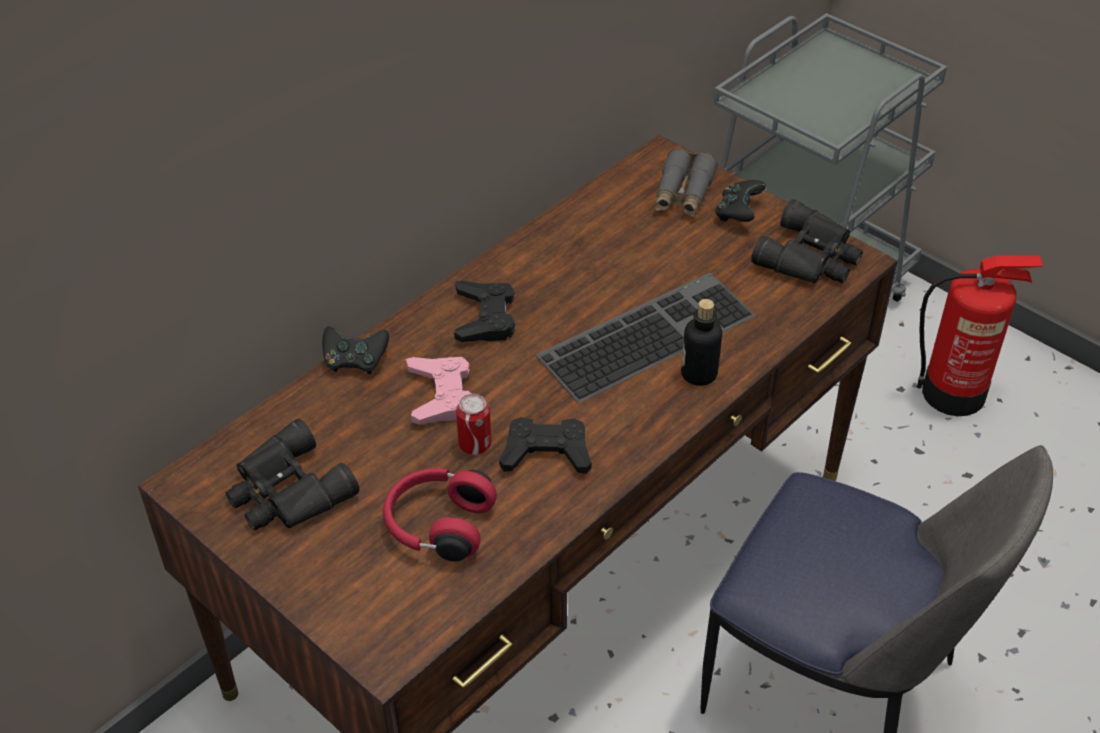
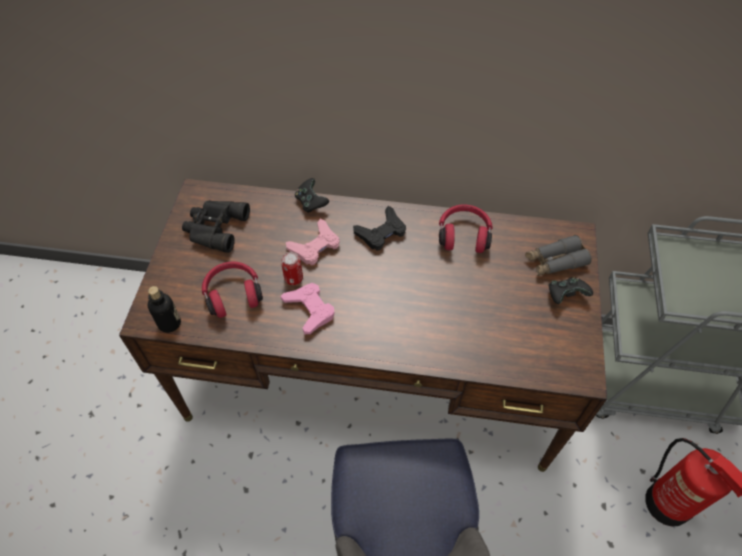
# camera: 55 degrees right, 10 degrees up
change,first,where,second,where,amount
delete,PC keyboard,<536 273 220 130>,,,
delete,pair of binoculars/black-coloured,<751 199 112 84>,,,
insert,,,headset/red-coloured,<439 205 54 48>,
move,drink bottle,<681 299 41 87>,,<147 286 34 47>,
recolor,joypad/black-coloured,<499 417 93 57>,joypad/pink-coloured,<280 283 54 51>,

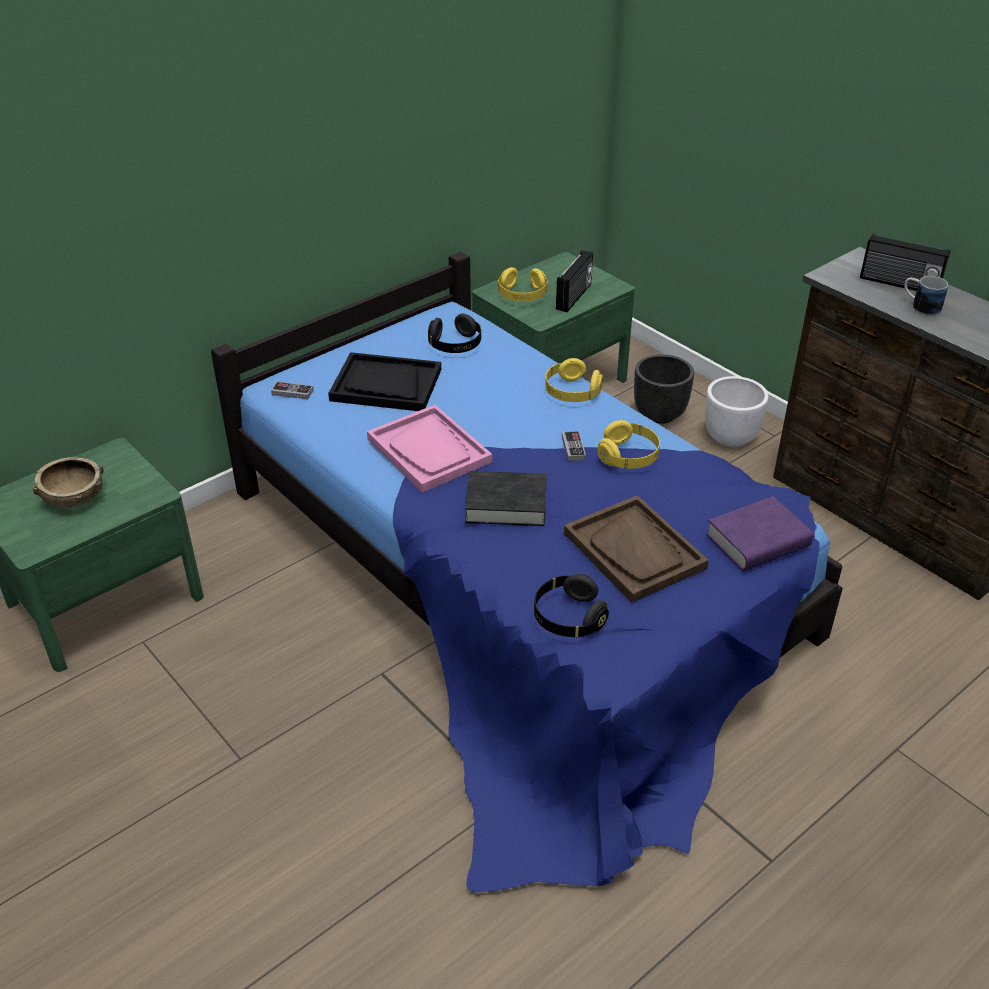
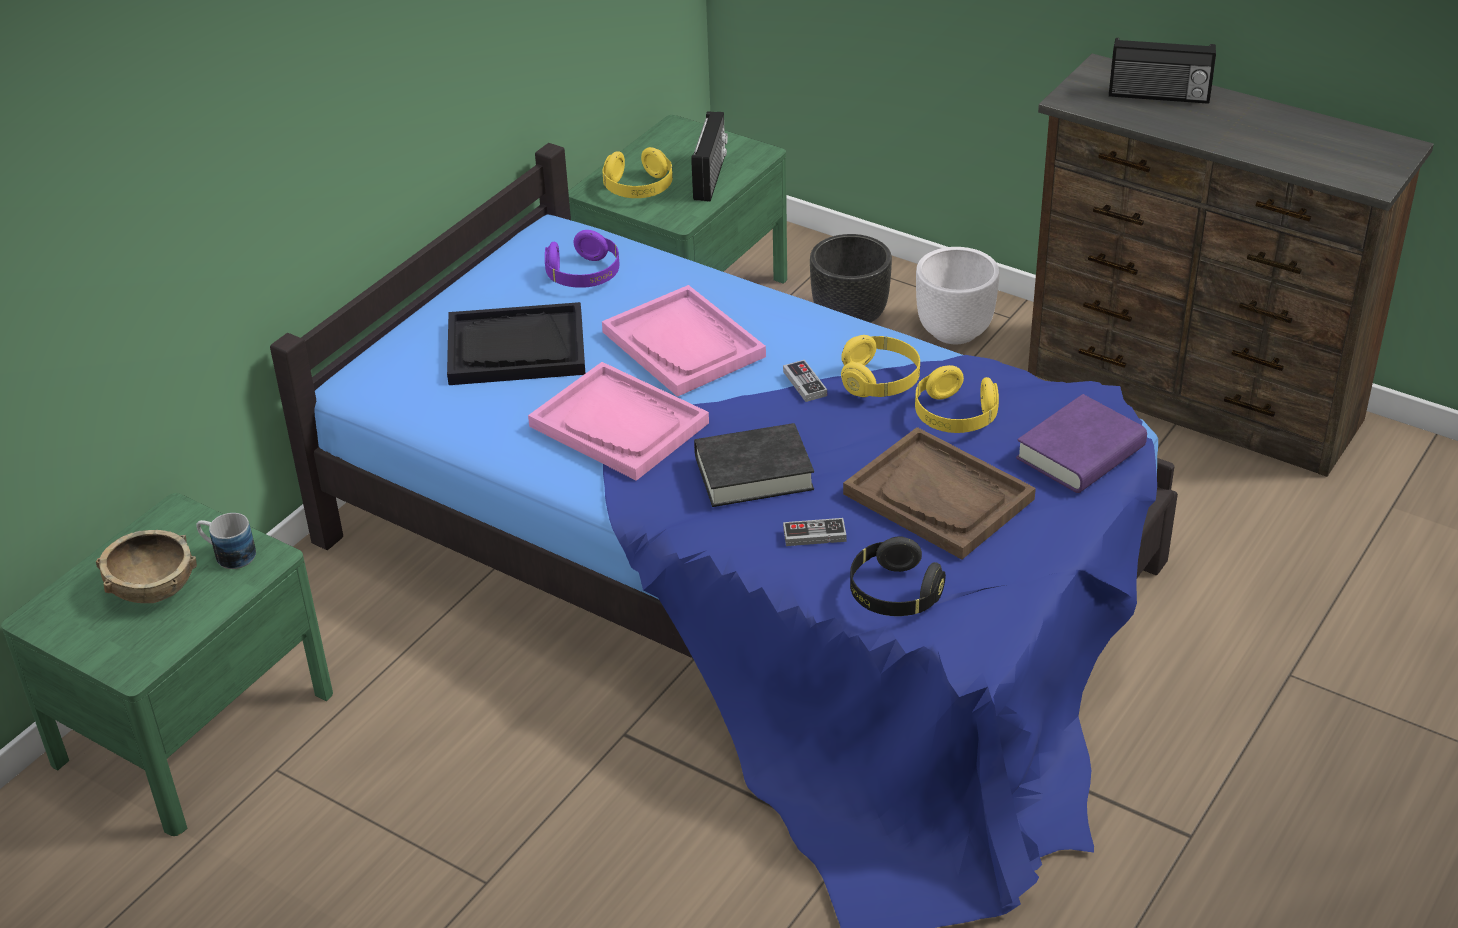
# camera: 15 degrees left, 0 degrees up
change,first,where,second,where,amount
insert,,,tray/pink-coloured,<602 285 164 112>,
move,joypad,<271 381 42 18>,,<783 518 64 28>,
move,headset/yellow-coloured,<545 358 58 44>,,<915 365 84 68>,
move,mug,<904 276 44 39>,,<196 513 60 56>,
recolor,headset/black-coloured,<428 314 53 39>,headset/purplish,<545 230 74 58>,

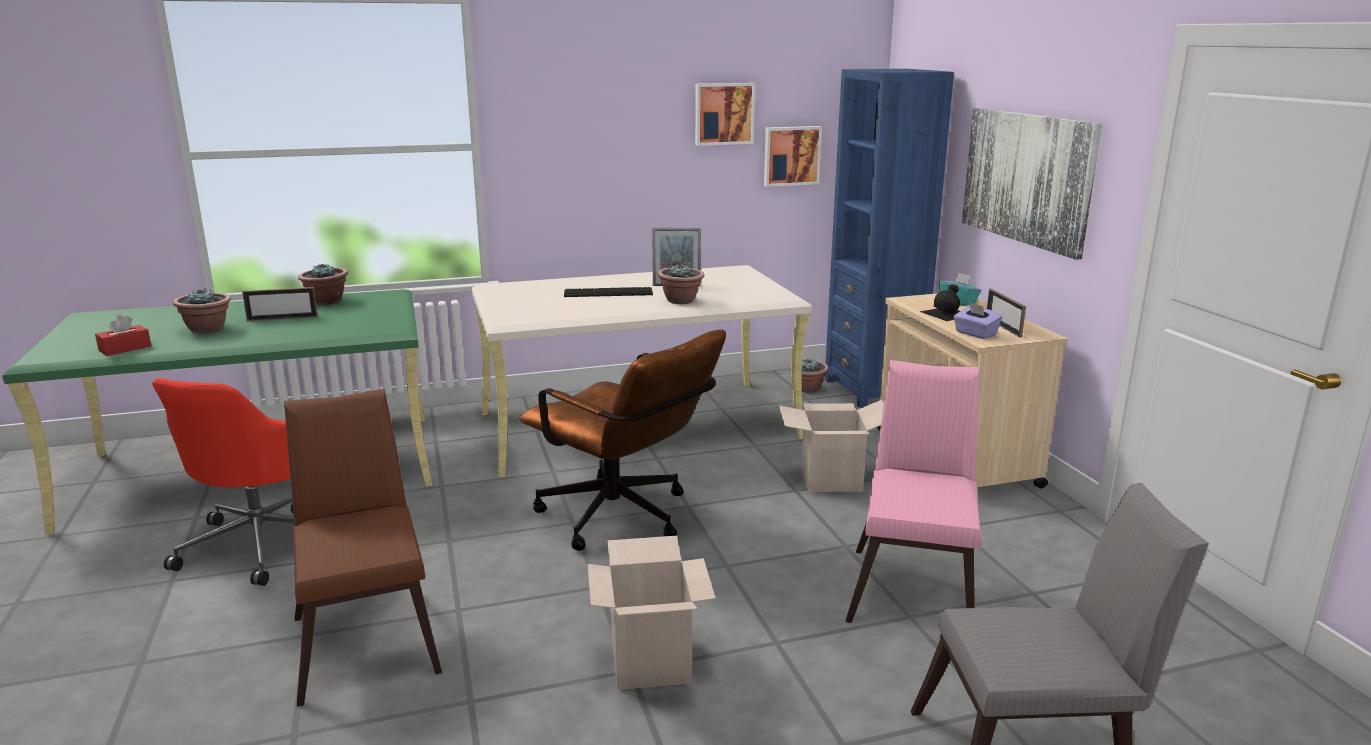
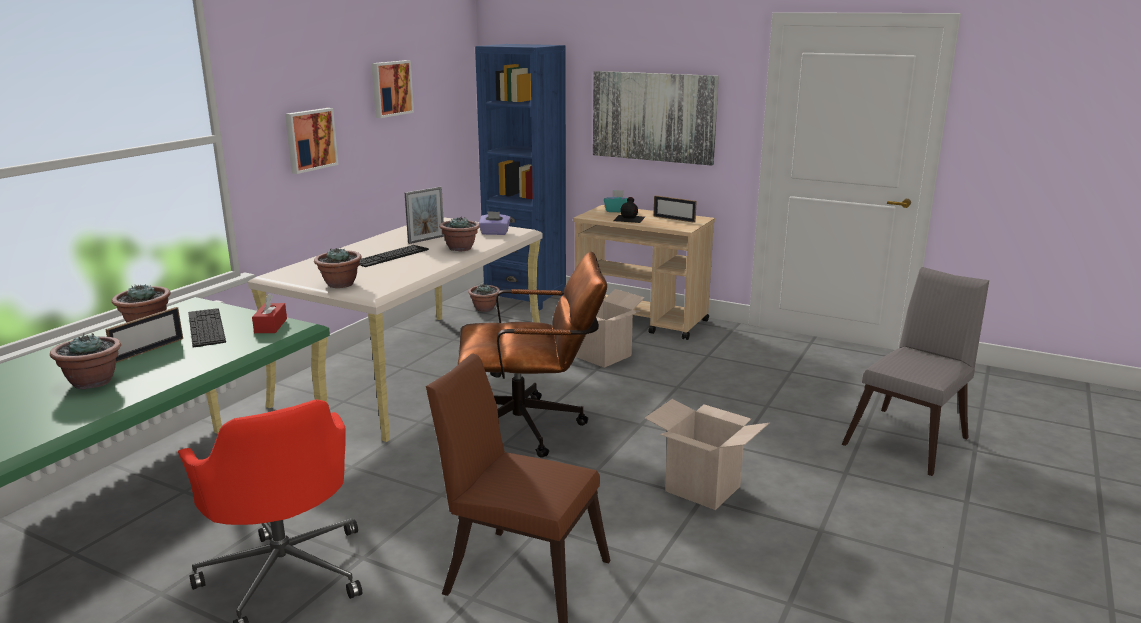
# camera: 45 degrees left, 0 degrees up
change,first,where,second,where,amount
delete,upright chair/pink-coloured,<846 360 135 263>,,,
insert,,,PC keyboard,<188 308 38 40>,
insert,,,potted plant,<314 248 48 40>,
move,tissue box/red-coloured,<95 315 56 41>,,<252 294 35 39>,
move,wall picture,<764 126 58 61>,,<285 108 54 66>,
move,tissue box/purplish,<953 302 49 37>,,<479 211 31 24>,

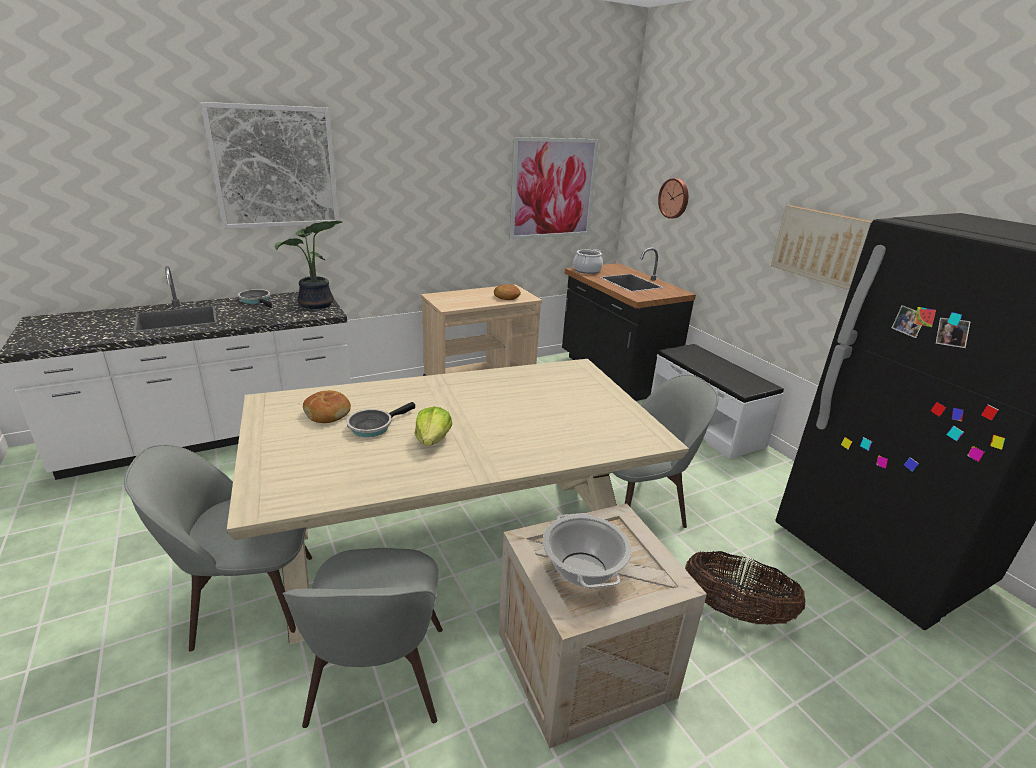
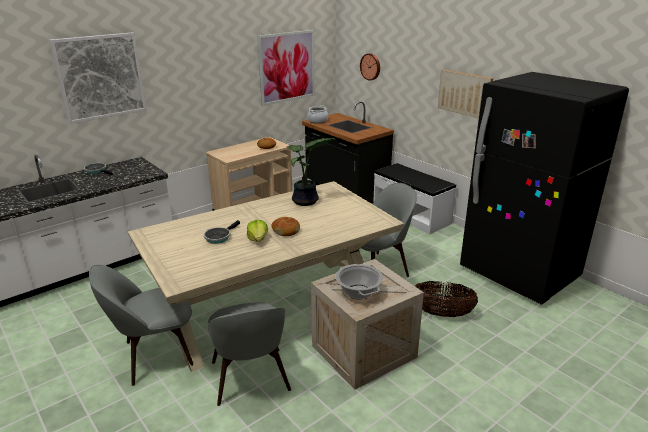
# camera: 10 degrees left, 0 degrees up
change,first,where,second,where,amount
move,potted plant,<275 221 67 88>,,<287 138 48 68>,
move,bread,<303 390 48 33>,,<271 217 29 19>,

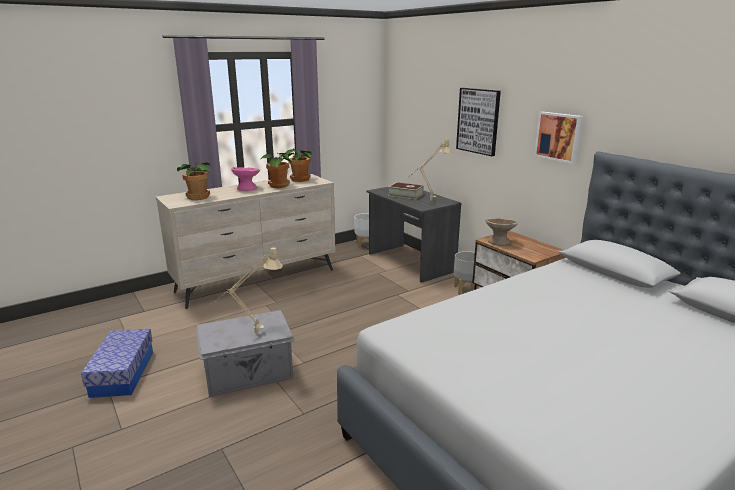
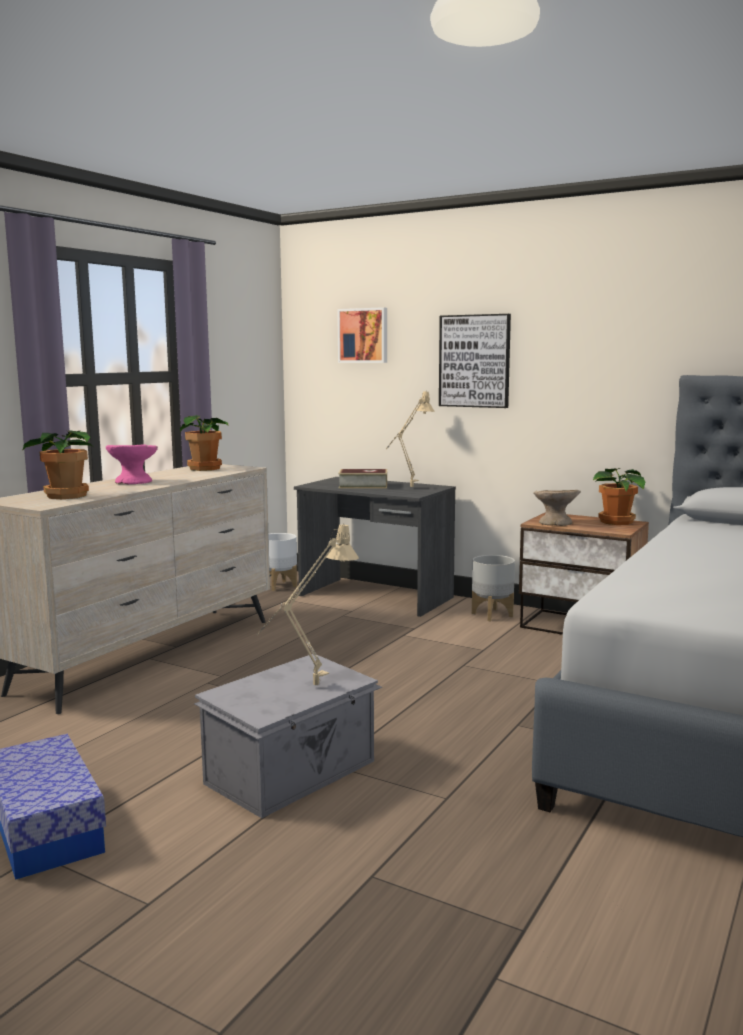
# camera: 25 degrees left, 10 degrees down
change,first,where,second,where,amount
move,potted plant,<262 153 29 35>,,<593 468 52 57>,
move,wall picture,<534 112 49 52>,,<337 307 50 56>,

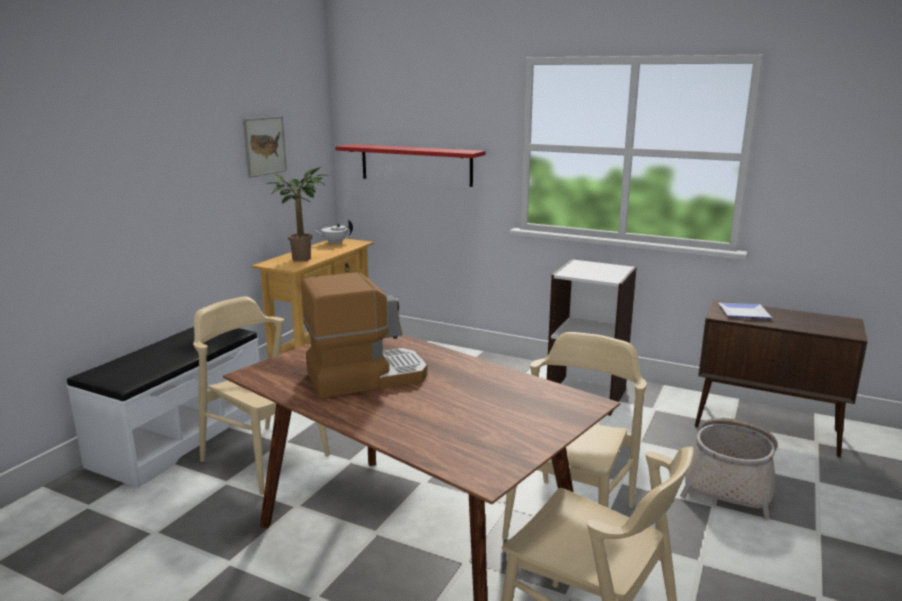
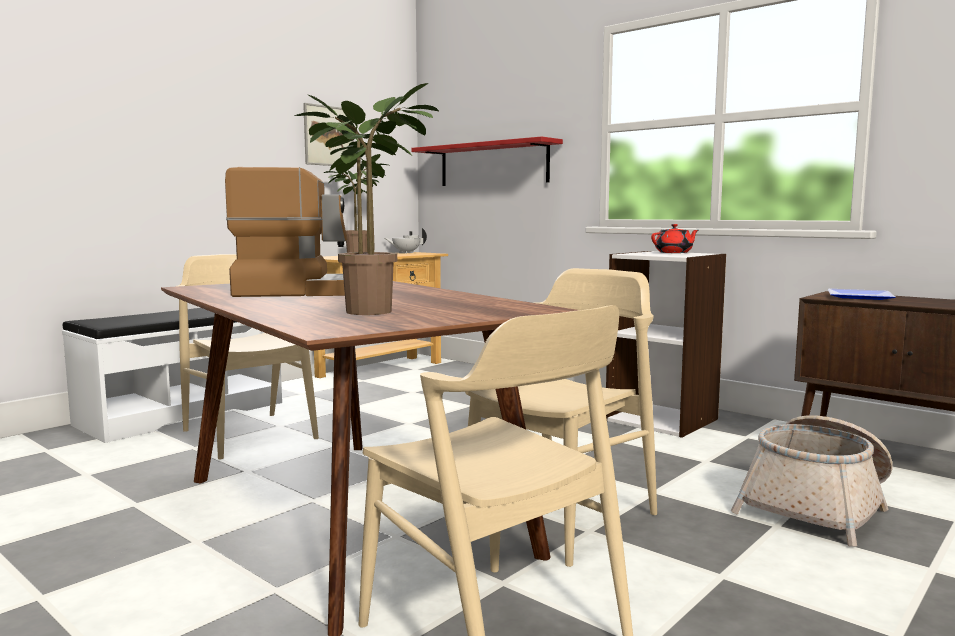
# camera: 15 degrees right, 10 degrees down
change,first,where,second,where,amount
insert,,,potted plant,<294 83 145 232>,
insert,,,teapot/red-coloured,<651 224 48 29>,

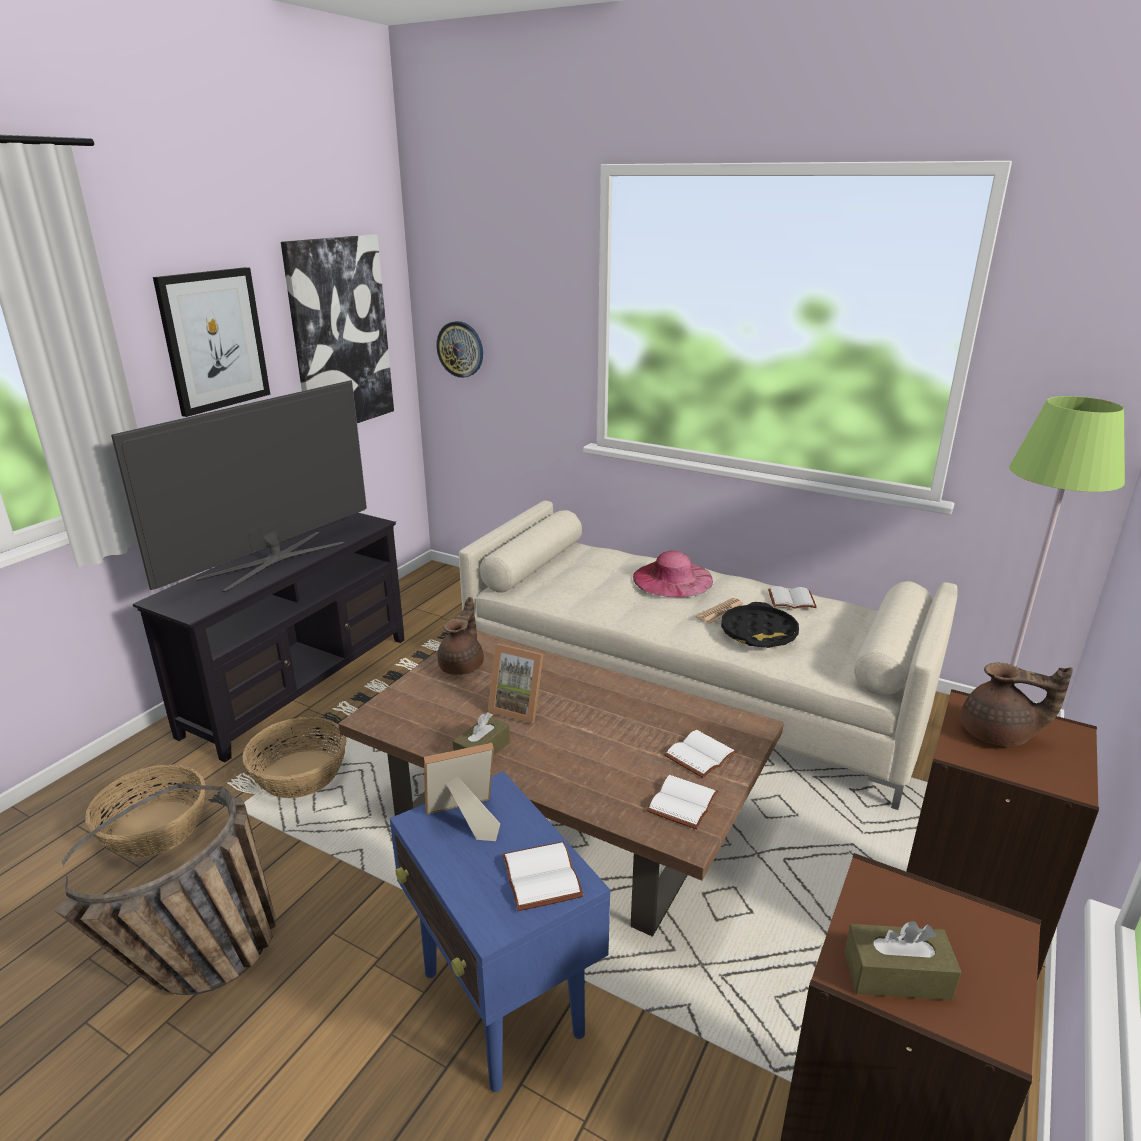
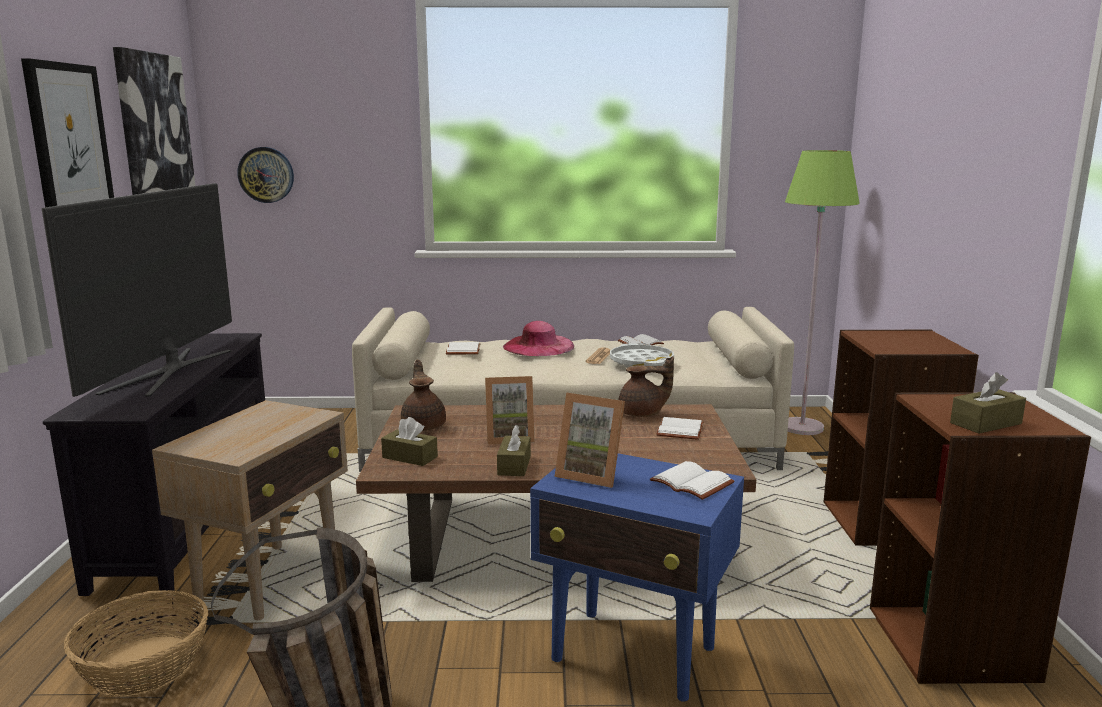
# camera: 30 degrees left, 10 degrees down
change,first,where,second,where,amount
insert,,,tissue box/brownish,<381 417 57 49>,
move,volume/white,<646 775 72 54>,,<446 342 34 12>,
move,teapot/brownish,<961 663 112 83>,,<619 356 55 61>,
replace,household basket,<243 717 104 81>,side table/beige-coloured,<152 400 196 220>,
recolor,tray/black-coloured,<721 602 78 46>,tray/white,<610 343 64 25>,
rotate,photo frame,<424 743 76 98>,,<554 393 71 95>,105 degrees counterclockwise

